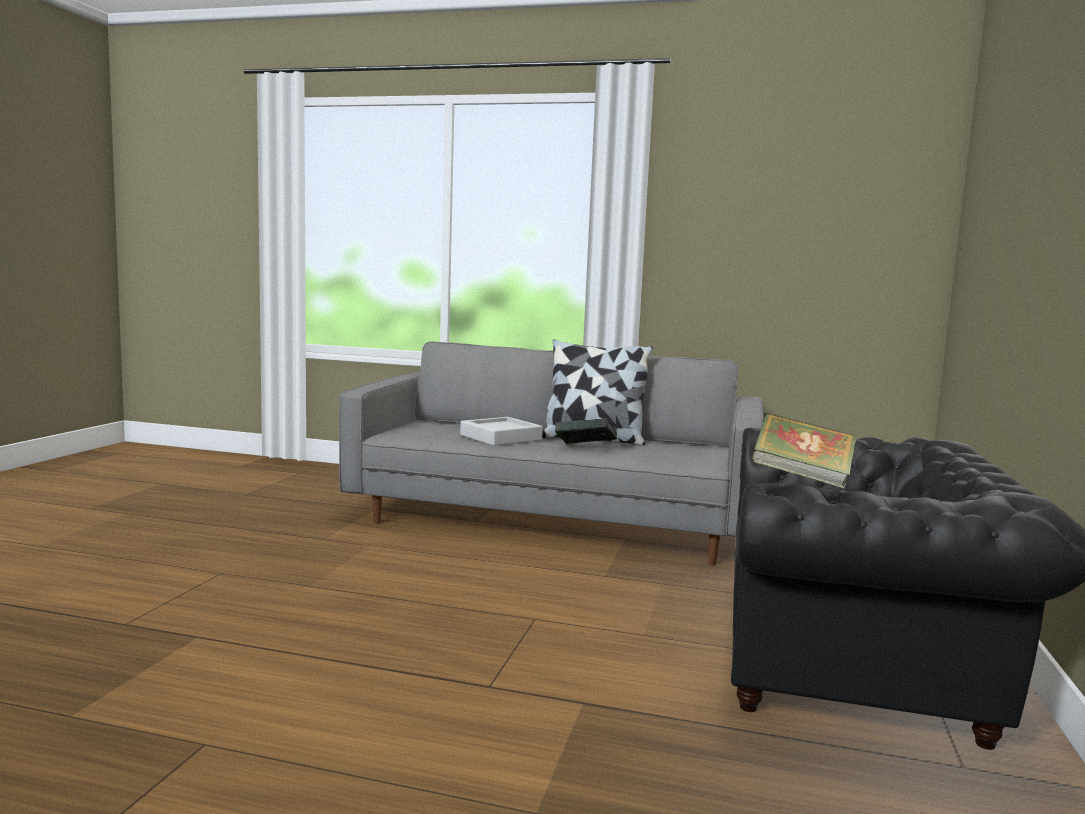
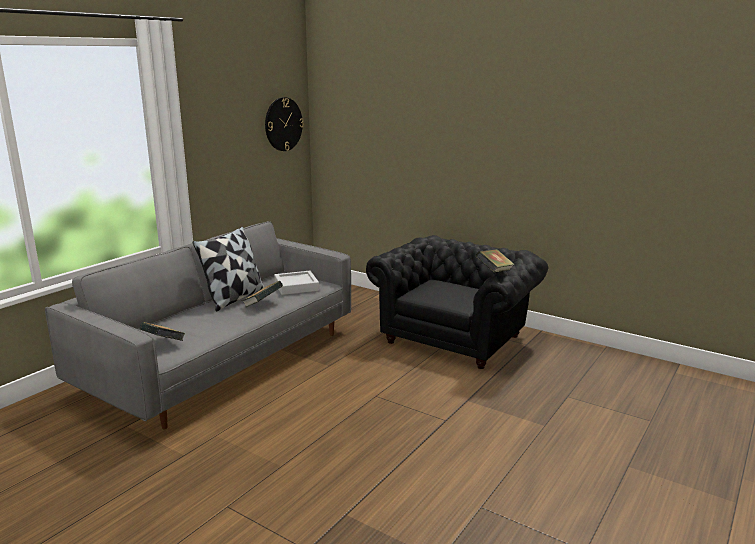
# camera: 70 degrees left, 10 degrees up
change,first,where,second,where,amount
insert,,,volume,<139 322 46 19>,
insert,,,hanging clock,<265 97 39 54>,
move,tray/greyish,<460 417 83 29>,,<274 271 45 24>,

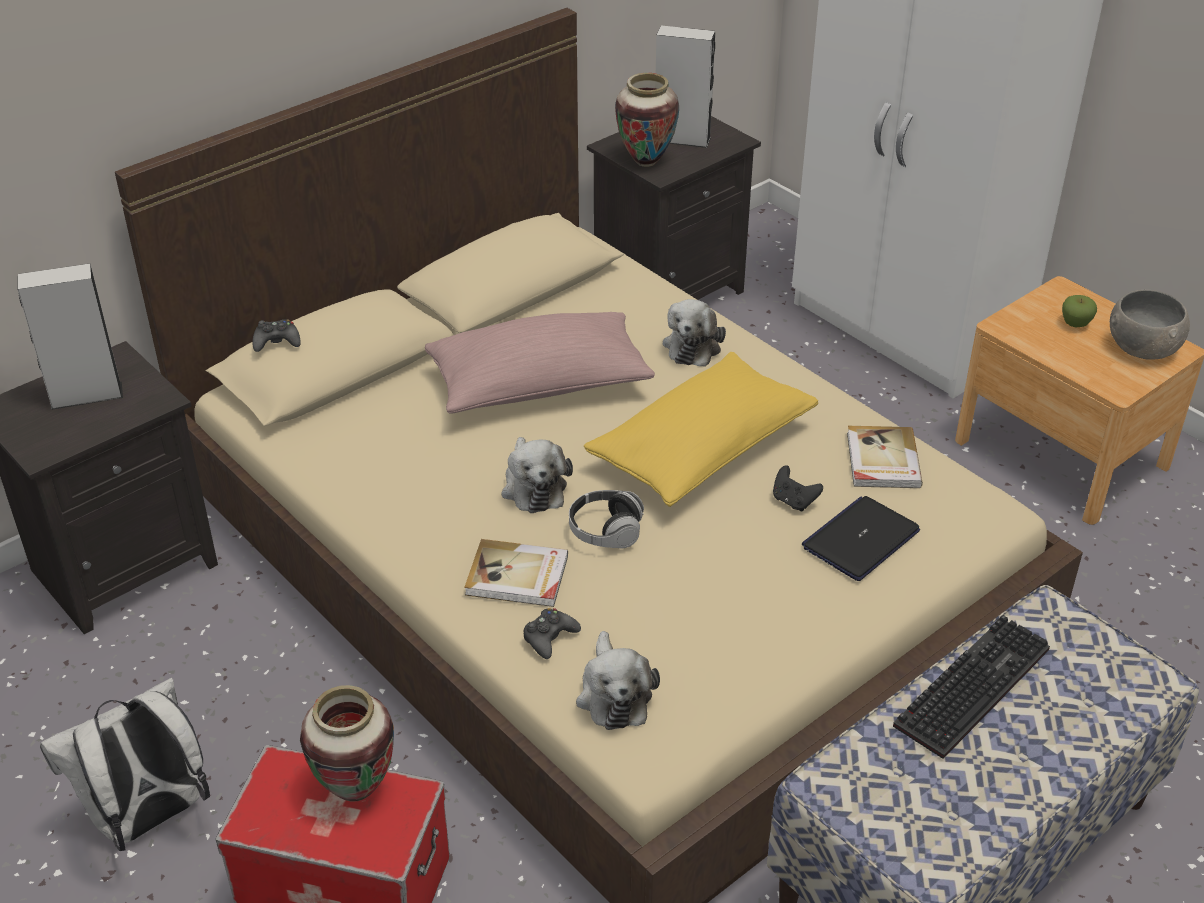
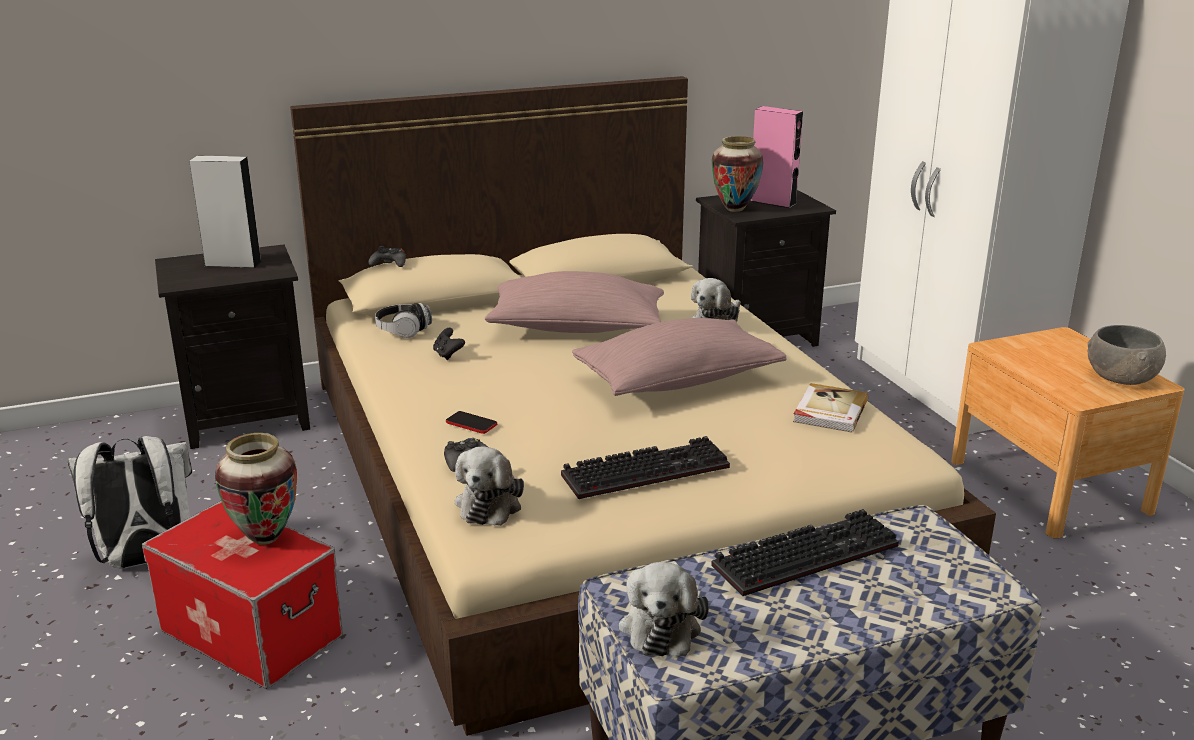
# camera: 20 degrees right, 15 degrees down
change,first,where,second,where,amount
delete,notebook computer,<802 496 118 85>,,,
delete,whole apple,<1062 295 35 32>,,,
insert,,,PC keyboard,<561 436 169 63>,
move,cuddly toy,<501 437 72 76>,,<619 562 90 94>,
move,headset,<569 490 75 58>,,<375 303 57 35>,
move,joypad/black-coloured,<773 465 50 47>,,<433 328 32 32>,
replace,volume,<464 539 104 68>,phone,<446 411 51 23>,
recolor,pillow/yellow-coloured,<584 352 234 155>,pillow/pink-coloured,<572 318 215 78>,
recolor,loudspeaker/greyish,<656 25 59 123>,loudspeaker/pink-coloured,<750 106 53 102>,

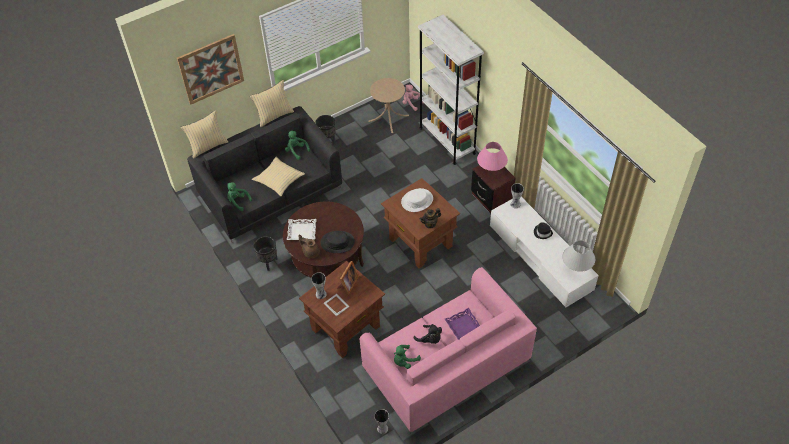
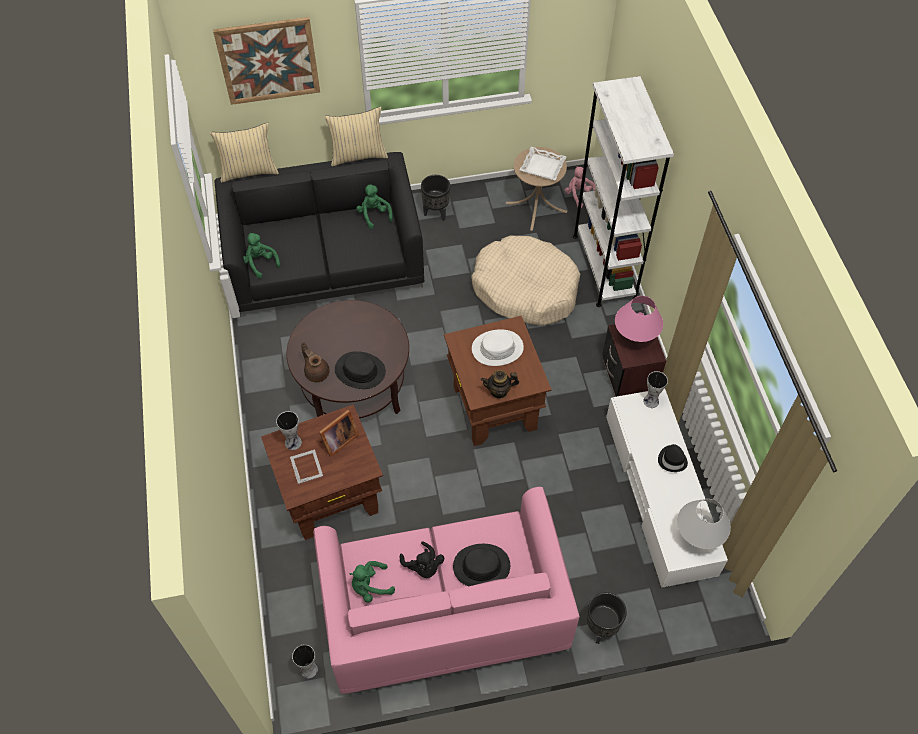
# camera: 20 degrees right, 5 degrees up
change,first,where,second,where,amount
delete,pillow/beige-coloured,<252 157 53 39>,,,
insert,,,pet bed/beige-coloured,<471 236 109 89>,
move,flower pot/black-coloured,<254 236 24 35>,,<587 592 40 52>,
move,tray/white,<287 219 30 21>,,<520 147 47 34>,
replace,tray/purplish,<445 308 35 32>,clothing hat/black-coloured,<453 544 57 42>,

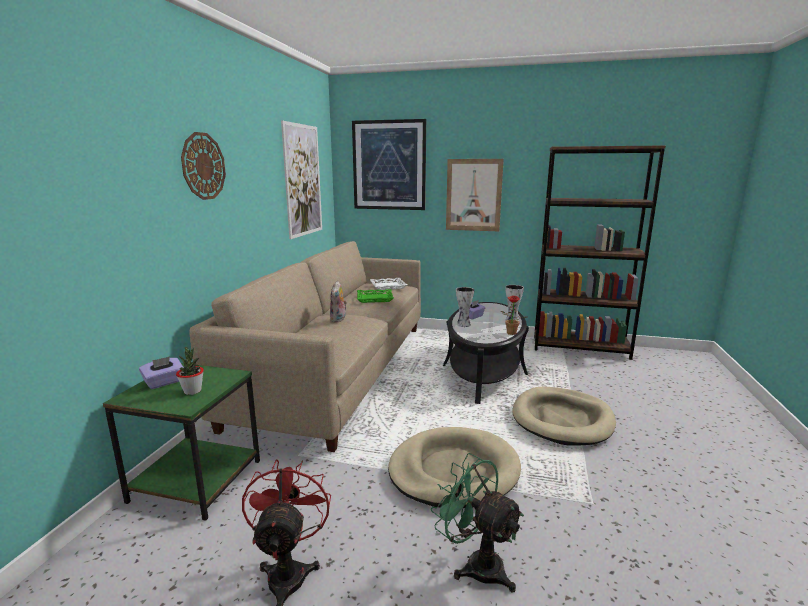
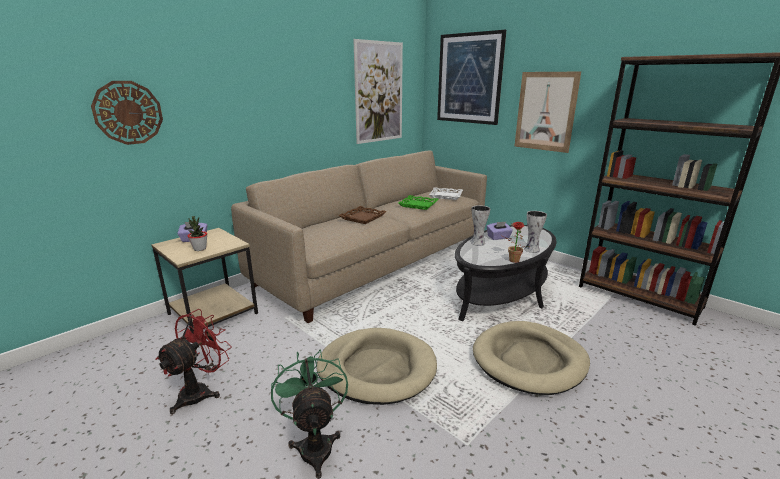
# camera: 30 degrees right, 5 degrees up
change,first,where,second,where,amount
move,hanging clock,<181 132 45 68>,,<91 81 72 64>,
replace,cuddly toy,<330 281 17 42>,tray/brownish,<338 206 49 18>,
recolor,side table/green,<103 363 157 158>,side table/beige-coloured,<151 228 107 106>,

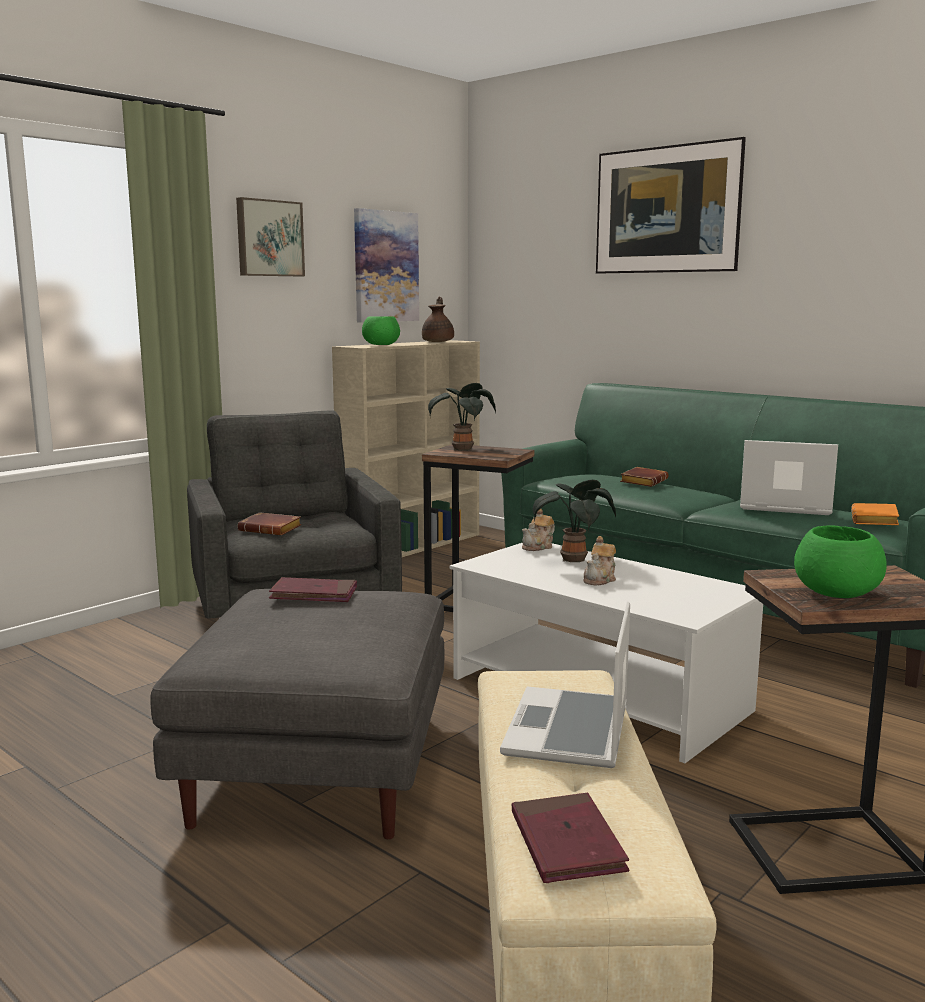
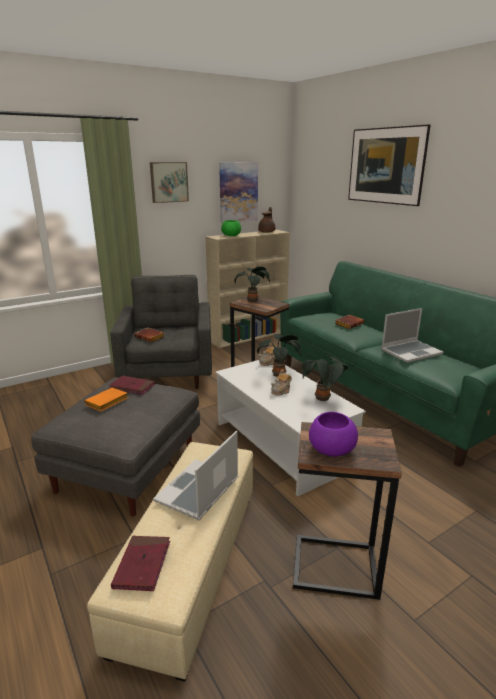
# camera: 15 degrees right, 10 degrees up
change,first,where,second,where,amount
insert,,,potted plant,<302 357 46 44>,
move,volume/orange,<851 503 48 22>,,<84 388 44 23>,
recolor,serving bowl/green,<794 525 92 73>,serving bowl/purplish,<309 412 49 45>,
rotate,notebook computer,<740 440 98 75>,,<381 308 62 55>,120 degrees clockwise

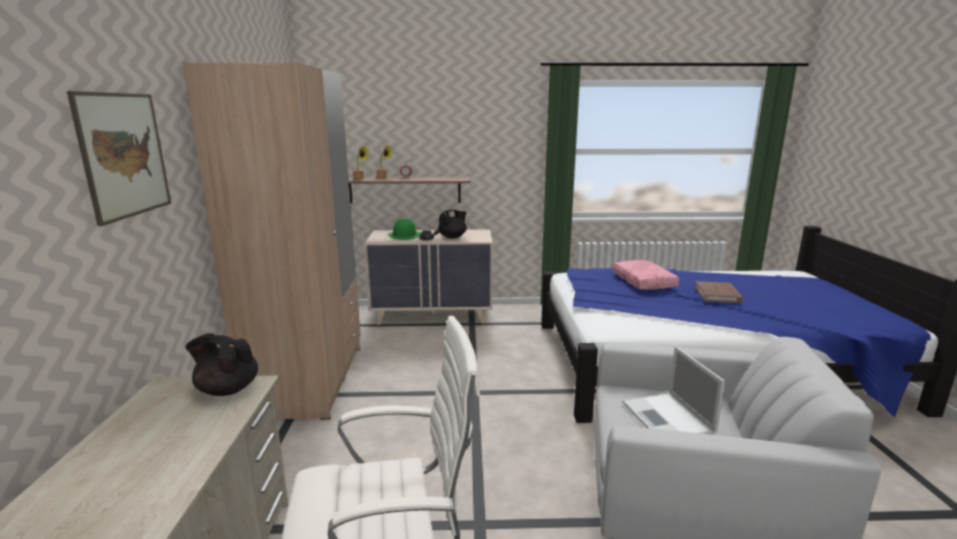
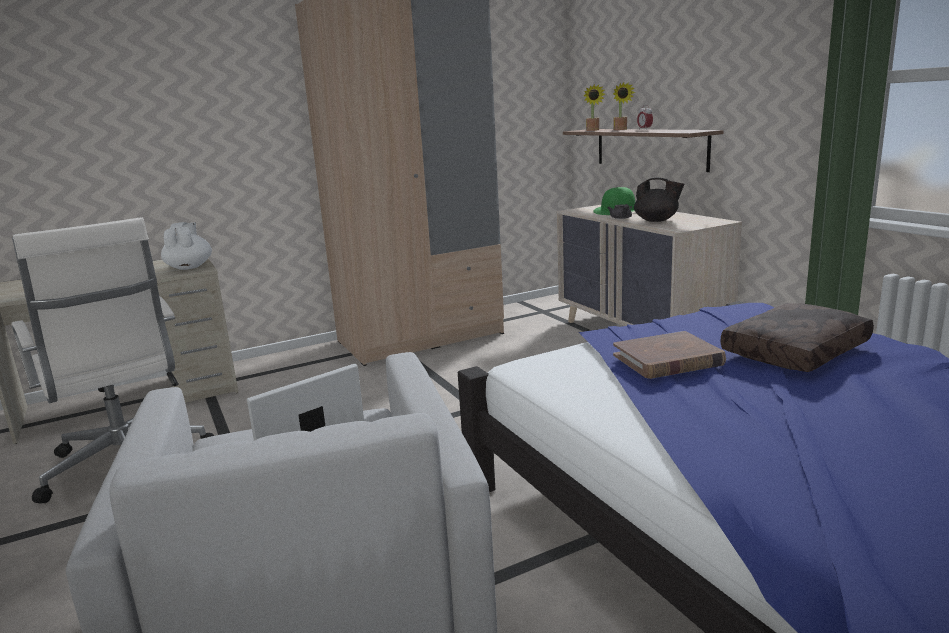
# camera: 65 degrees right, 0 degrees up
change,first,where,second,where,amount
delete,wall picture,<67 91 104 135>,,,
move,volume/brownish,<695 281 48 22>,,<613 331 113 48>,
recolor,teapot/black-coloured,<185 333 73 63>,teapot/white,<161 222 51 48>,
recolor,pillow/pink-coloured,<612 260 67 30>,pillow/brownish,<720 303 154 69>,

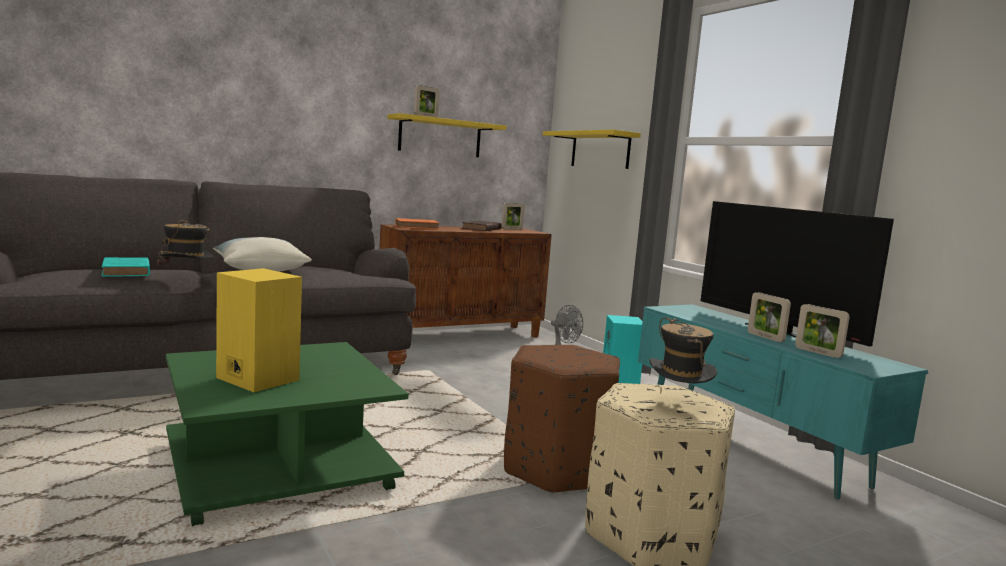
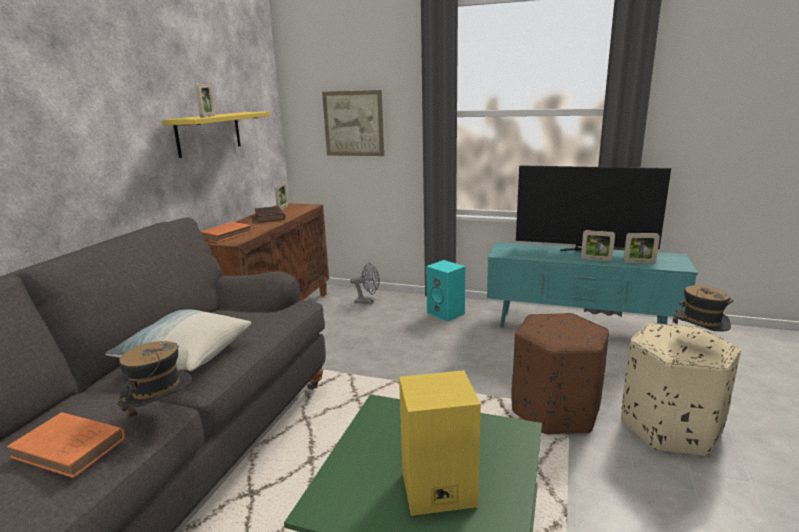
# camera: 40 degrees left, 10 degrees up
change,first,where,second,where,amount
replace,wall shelf/yellow-coloured,<543 130 98 39>,wall picture,<322 90 62 66>,
recolor,volume/turquoise,<101 257 49 20>,volume/orange,<7 412 118 66>,

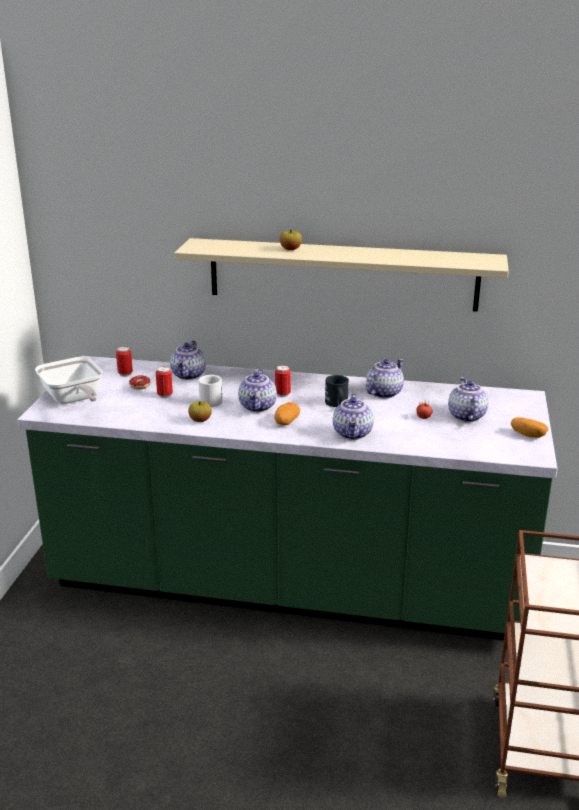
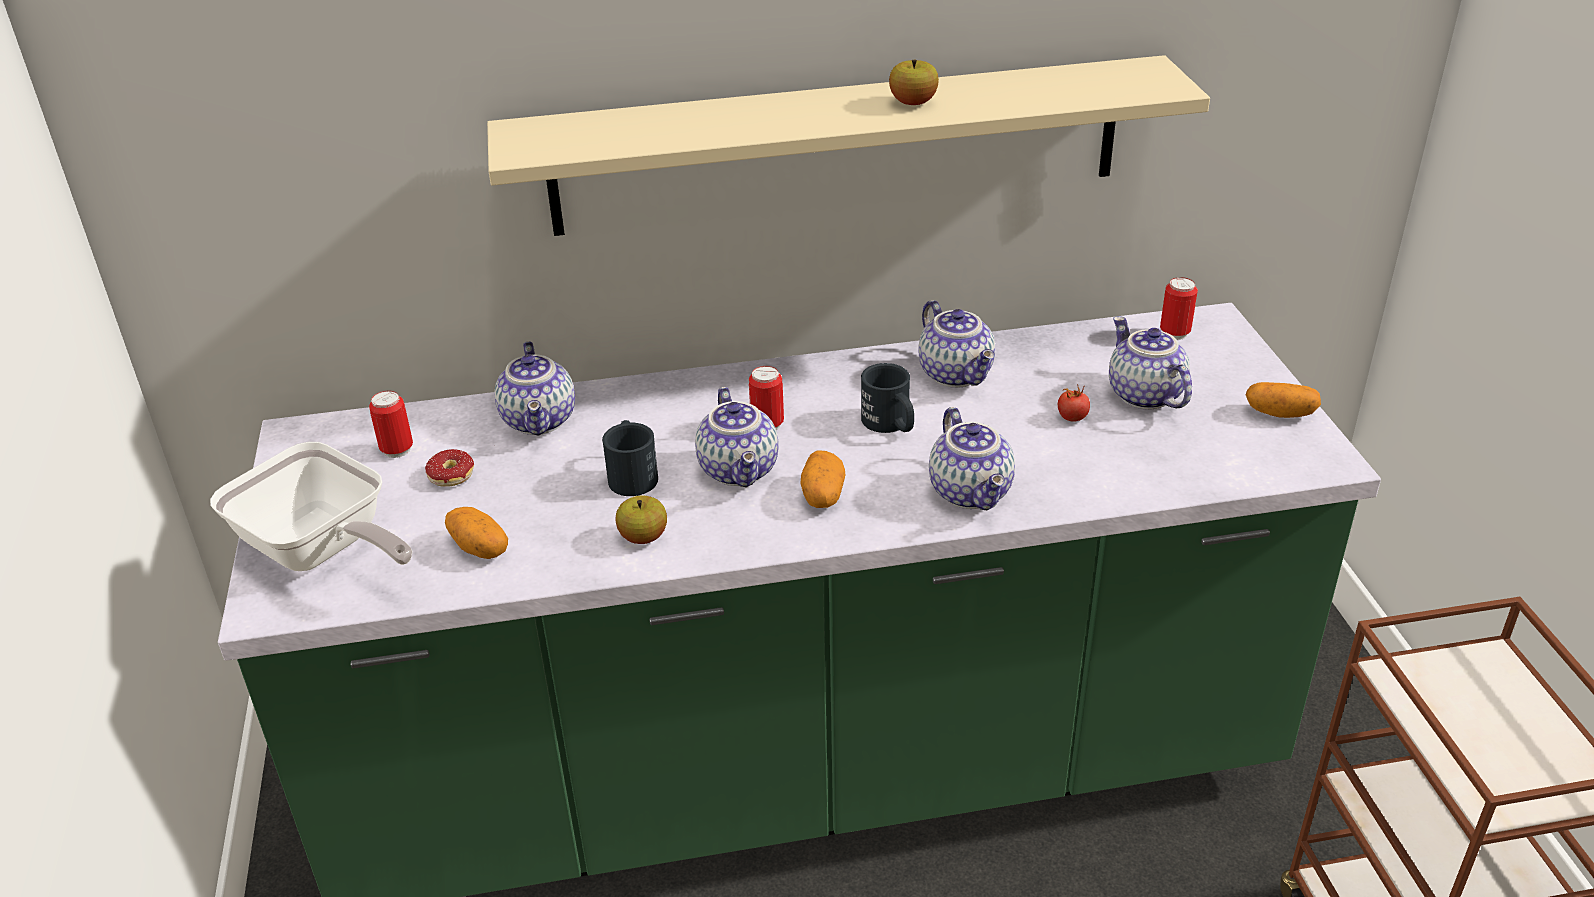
# camera: 20 degrees left, 10 degrees up
change,first,where,second,where,amount
insert,,,potato,<445 507 63 52>,
move,can,<156 366 17 32>,,<1160 277 38 63>,
move,whole apple,<280 230 22 20>,,<889 60 50 45>,
recolor,mug/white,<199 375 24 32>,mug/black-coloured,<602 420 56 76>,
rotate,teapot,<366 359 38 39>,,<918 300 77 88>,135 degrees clockwise

